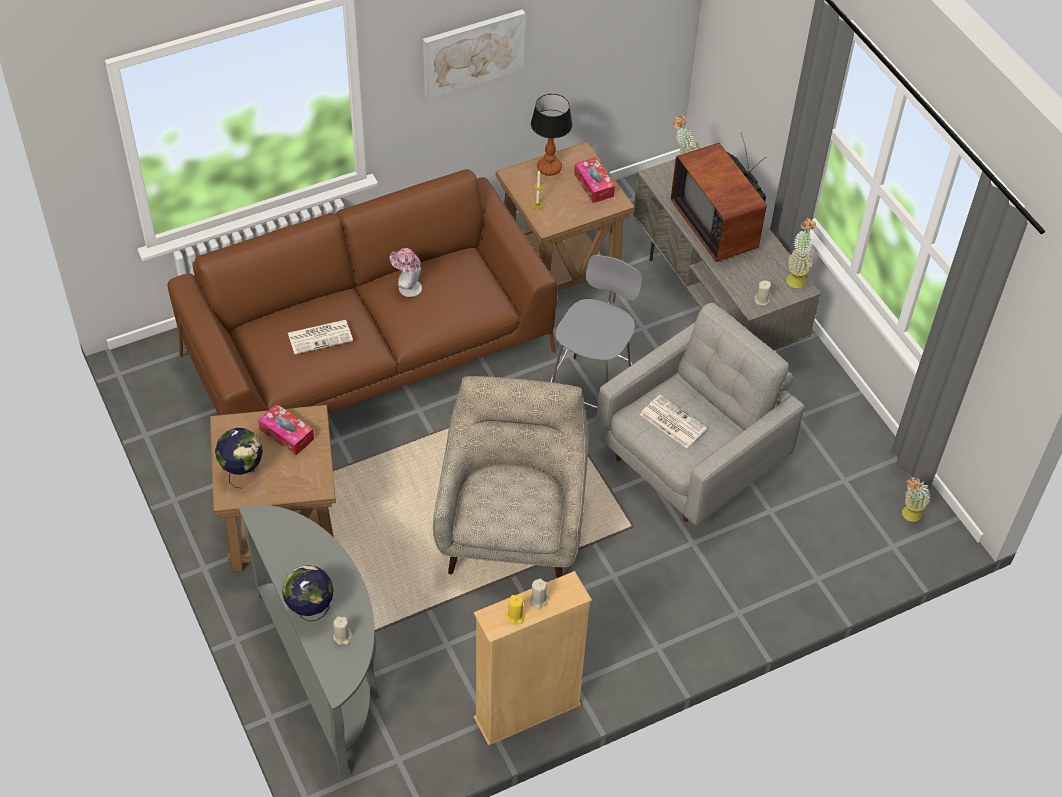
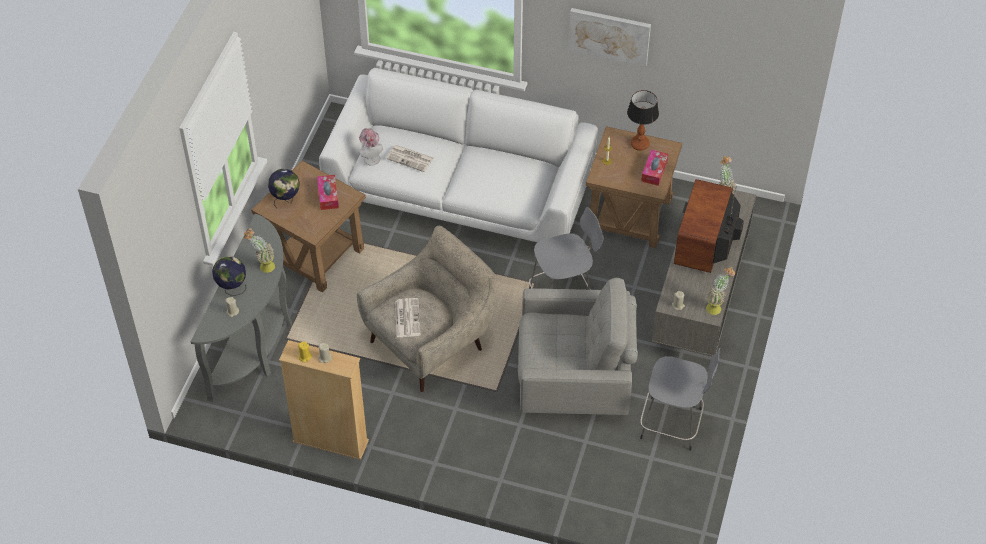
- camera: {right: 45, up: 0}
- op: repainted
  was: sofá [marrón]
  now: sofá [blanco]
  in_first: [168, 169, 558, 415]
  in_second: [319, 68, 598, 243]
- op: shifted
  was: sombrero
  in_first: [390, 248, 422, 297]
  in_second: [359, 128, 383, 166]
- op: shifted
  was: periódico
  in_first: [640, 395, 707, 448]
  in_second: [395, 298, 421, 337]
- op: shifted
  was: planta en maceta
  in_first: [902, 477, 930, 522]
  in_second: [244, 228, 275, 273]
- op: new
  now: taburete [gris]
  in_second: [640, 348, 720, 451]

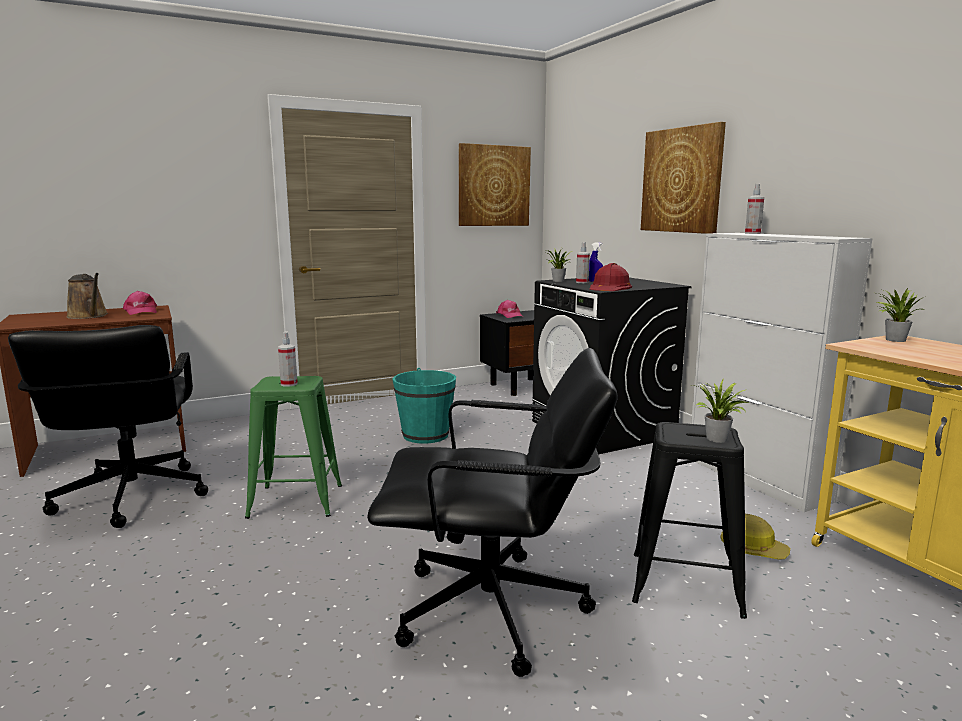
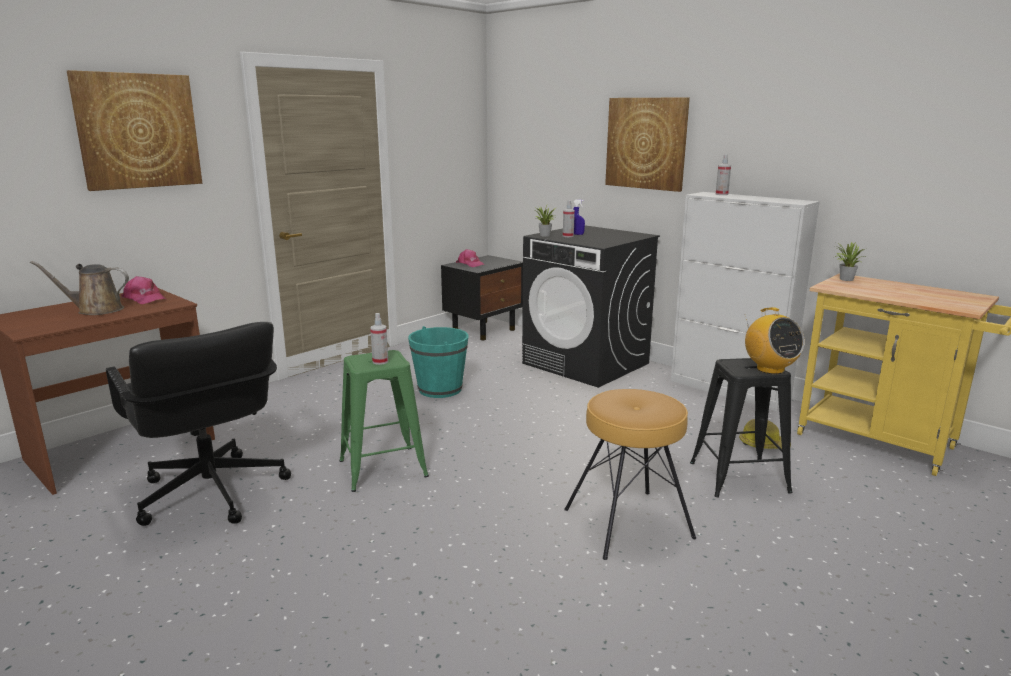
- camera: {right: -20, up: 5}
- op: shifted
  was: cuadro
  in_first: [459, 143, 531, 226]
  in_second: [67, 70, 202, 191]
- op: gone
  was: casco [rojo]
  in_first: [590, 263, 632, 291]
- op: rotated
  was: regadera [marrón]
  in_first: [66, 273, 108, 319]
  in_second: [30, 261, 129, 315]
  clockwise: 150
- op: swapped
  was: silla de oficina [negro]
  now: taburete [marrón]
  in_first: [367, 348, 618, 677]
  in_second: [564, 389, 696, 560]
- op: swapped
  was: planta en maceta
  now: radio
  in_first: [692, 380, 748, 443]
  in_second: [745, 307, 805, 374]

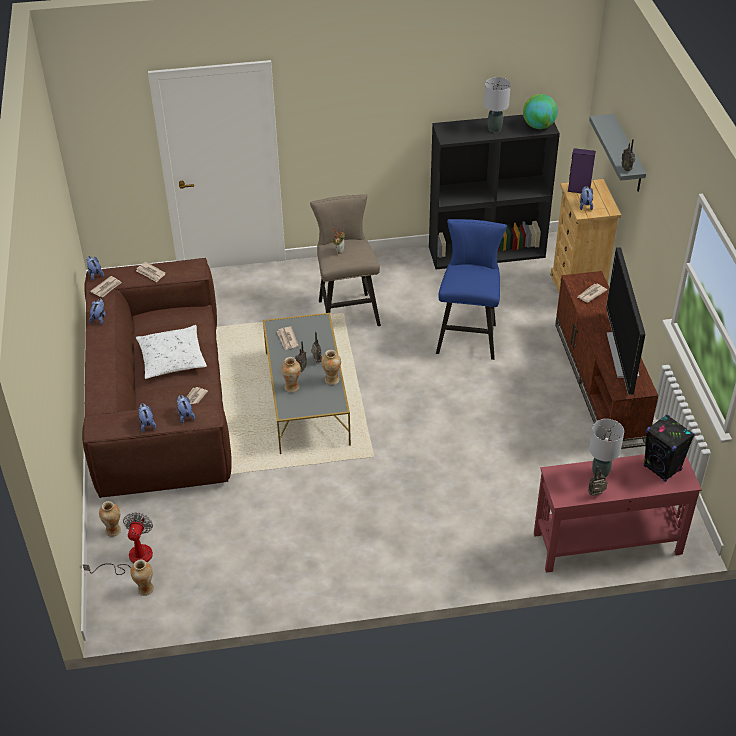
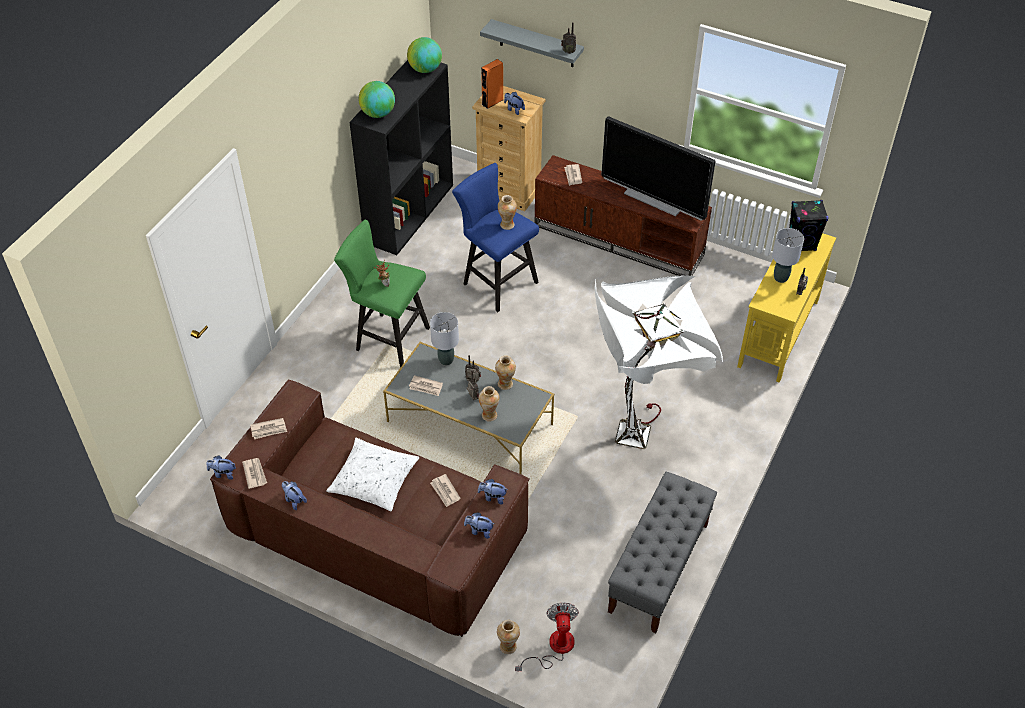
- camera: {right: -55, up: 5}
- op: shifted
  was: lámpara de mesa [gris]
  in_first: [484, 77, 511, 132]
  in_second: [430, 312, 459, 365]
- op: repainted
  was: altavoz [morado]
  now: altavoz [naranja]
  in_first: [568, 148, 596, 193]
  in_second: [481, 59, 503, 109]
- op: repainted
  was: taburete [beis]
  now: taburete [verde]
  in_first: [310, 194, 381, 326]
  in_second: [334, 220, 430, 368]
- op: repainted
  was: mesa consola [rojo]
  now: mesa consola [amarillo]
  in_first: [534, 454, 702, 573]
  in_second: [737, 233, 836, 383]
- op: rotated
  was: ventilador
  in_first: [83, 512, 153, 575]
  in_second: [515, 602, 579, 672]
  clockwise: 45
- op: shifted
  was: florero
  in_first: [130, 560, 154, 596]
  in_second: [498, 195, 517, 230]
- op: new
  now: globo terráqueo
  in_second: [359, 81, 395, 118]
- op: new
  now: lámpara de pie [blanco]
  in_second: [595, 275, 723, 449]
- op: new
  now: banco [gris]
  in_second: [608, 472, 717, 633]

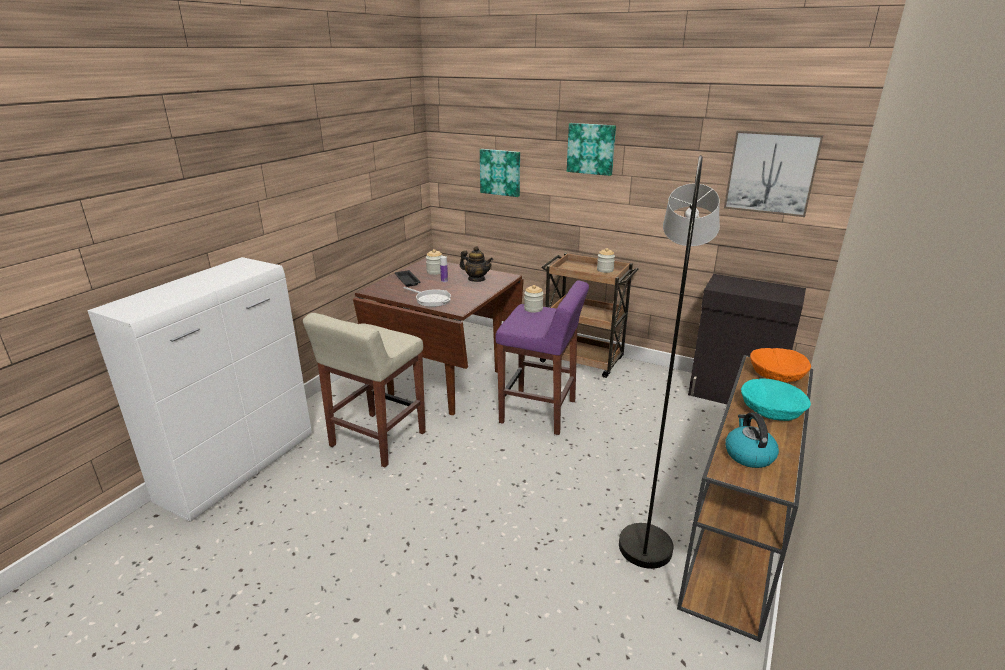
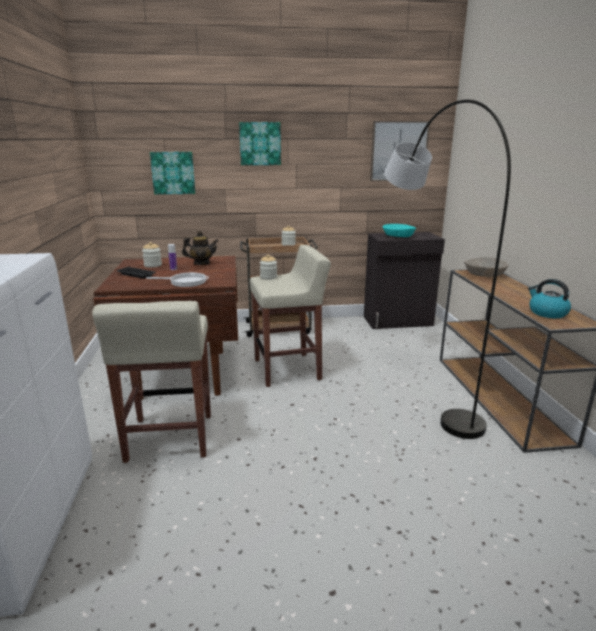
- camera: {right: -35, up: -5}
- op: repainted
  was: taburete [morado]
  now: taburete [beis]
  in_first: [495, 281, 589, 435]
  in_second: [250, 245, 331, 387]
- op: repainted
  was: cuenco [naranja]
  now: cuenco [beis]
  in_first: [750, 348, 811, 382]
  in_second: [464, 257, 508, 277]
- op: shifted
  was: cuenco [turquesa]
  in_first: [741, 379, 811, 421]
  in_second: [383, 224, 416, 237]

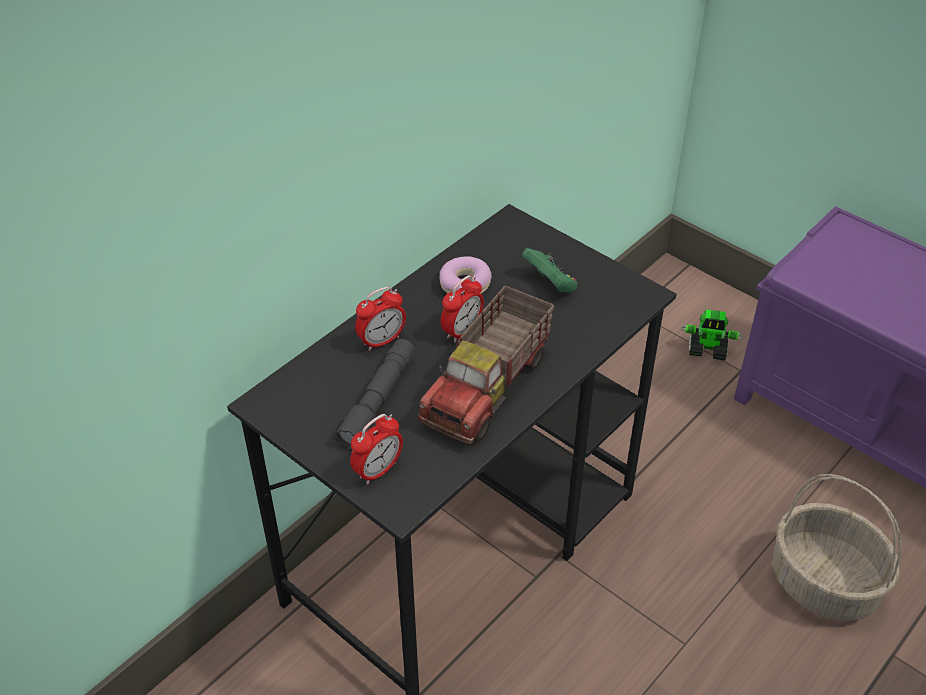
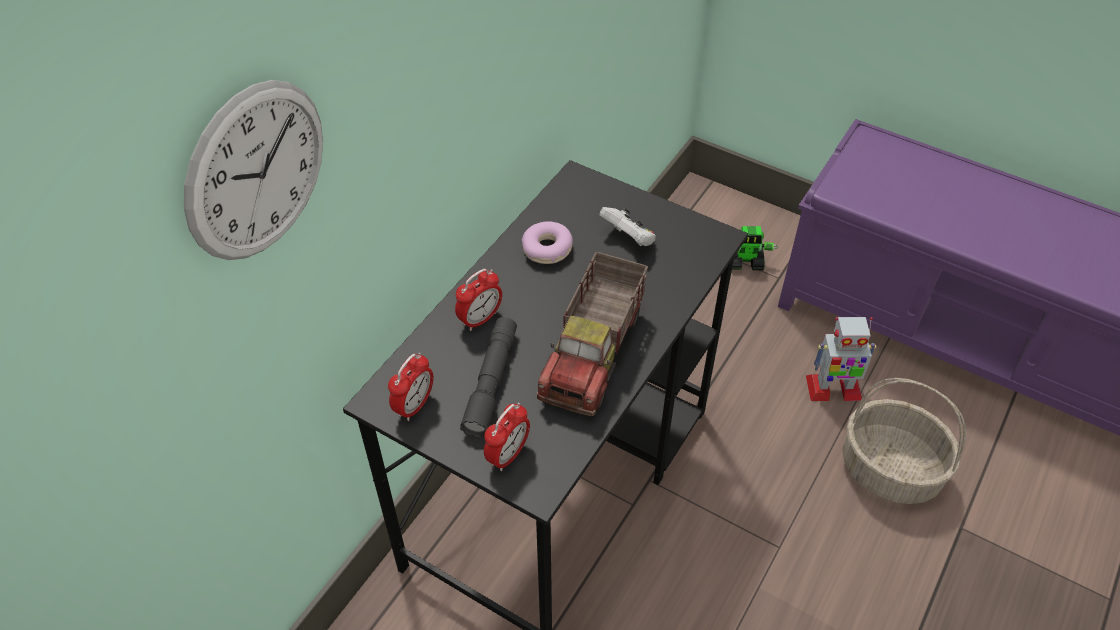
- camera: {right: -10, up: 5}
- op: repainted
  was: mando de consola [verde]
  now: mando de consola [blanco]
  in_first: [522, 248, 577, 293]
  in_second: [599, 207, 656, 246]
- op: shifted
  was: despertador
  in_first: [441, 275, 484, 343]
  in_second: [388, 353, 433, 421]
- op: new
  now: reloj de pared
  in_second: [184, 80, 323, 260]
- op: new
  now: robot de juguete
  in_second: [806, 317, 876, 401]

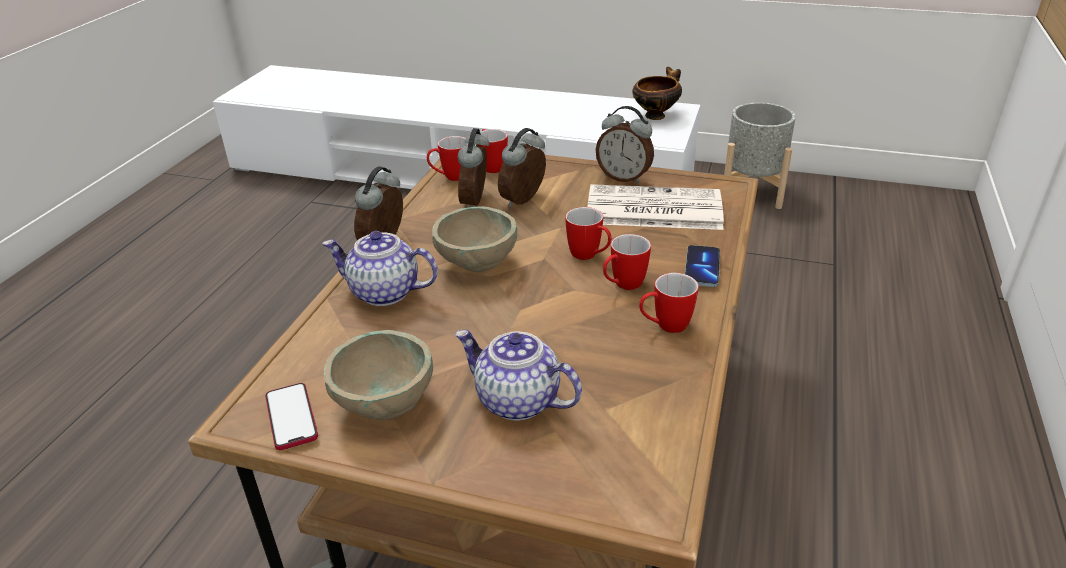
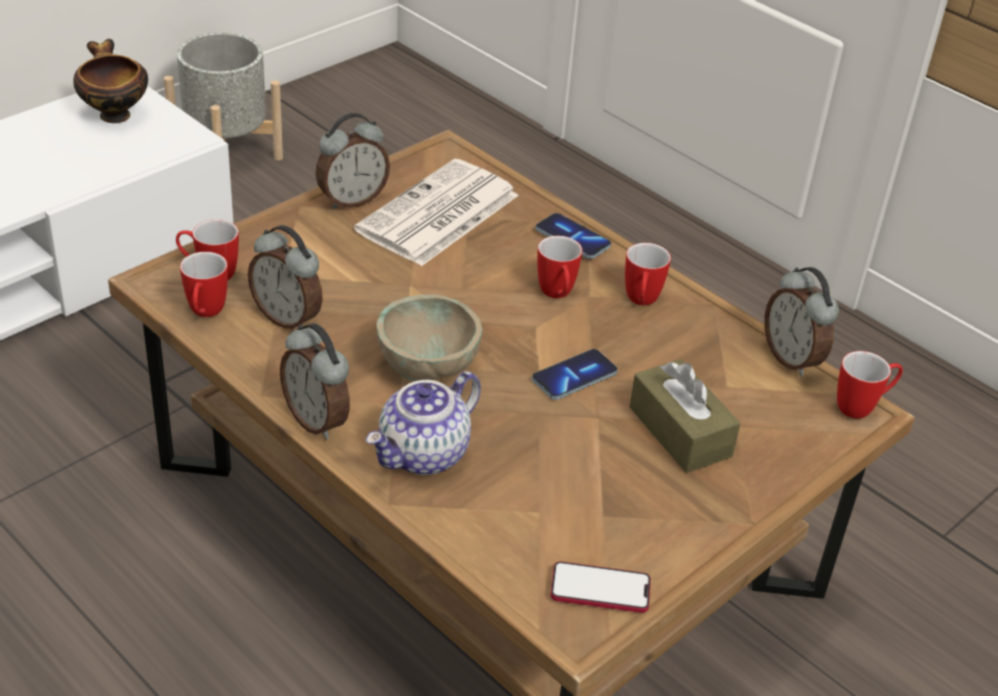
- camera: {right: -65, up: 5}
- op: shifted
  was: despertador
  in_first: [498, 128, 546, 208]
  in_second: [764, 267, 839, 376]
- op: shifted
  was: taza grande
  in_first: [565, 207, 611, 260]
  in_second: [837, 351, 903, 419]
- op: gone
  was: cuenco [beis]
  in_first: [324, 330, 433, 420]
- op: swapped
  was: tetera
  now: caja de pañuelos [marrón]
  in_first: [455, 330, 582, 421]
  in_second: [629, 359, 740, 473]
- op: new
  now: móvil
  in_second: [532, 349, 618, 400]

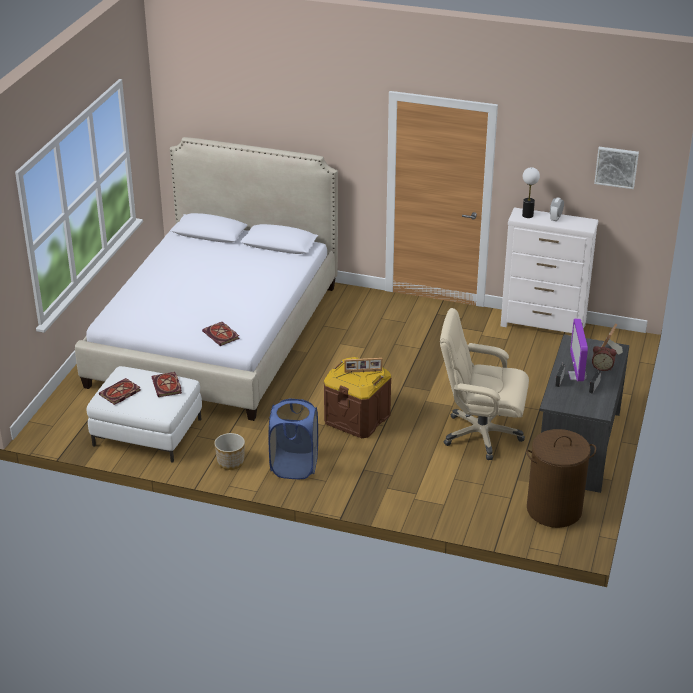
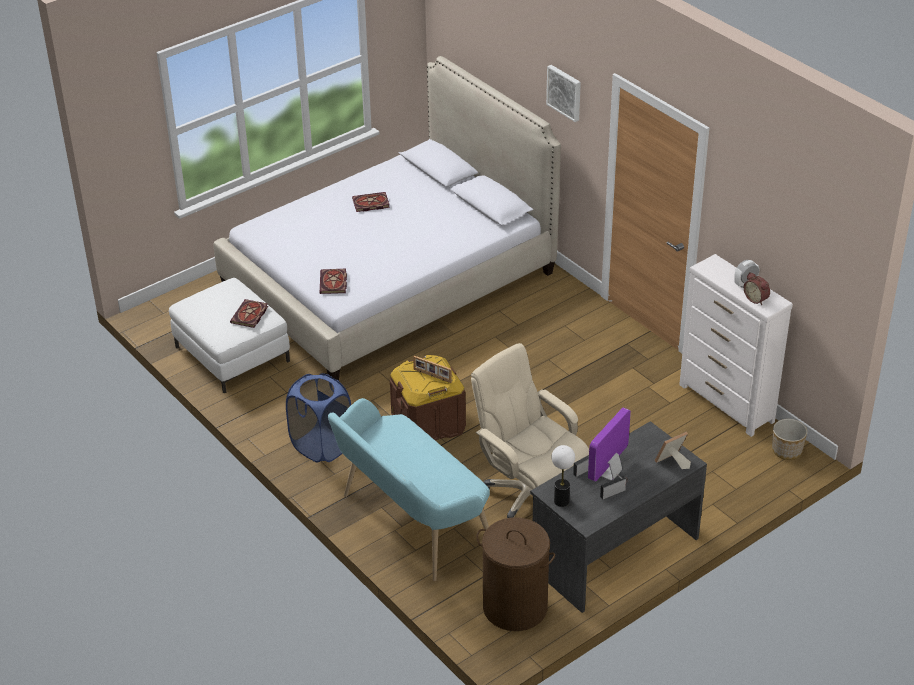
- camera: {right: 35, up: 5}
- op: shifted
  was: cuadro
  in_first: [594, 147, 639, 189]
  in_second: [546, 65, 581, 122]
- op: shifted
  was: lámpara de mesa
  in_first: [522, 167, 540, 218]
  in_second: [552, 445, 575, 507]
- op: shifted
  was: despertador
  in_first: [592, 346, 616, 371]
  in_second: [744, 272, 770, 305]
- op: shifted
  was: libro
  in_first: [99, 378, 141, 405]
  in_second: [352, 192, 390, 212]
- op: shifted
  was: maceta
  in_first: [214, 433, 245, 470]
  in_second: [772, 419, 807, 460]
- op: new
  now: banco [turquesa]
  in_second: [328, 398, 490, 581]

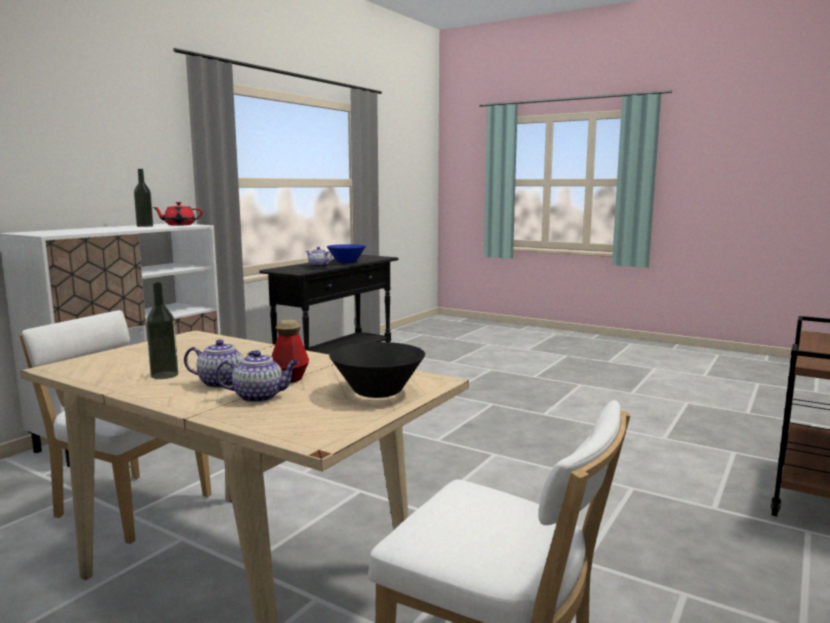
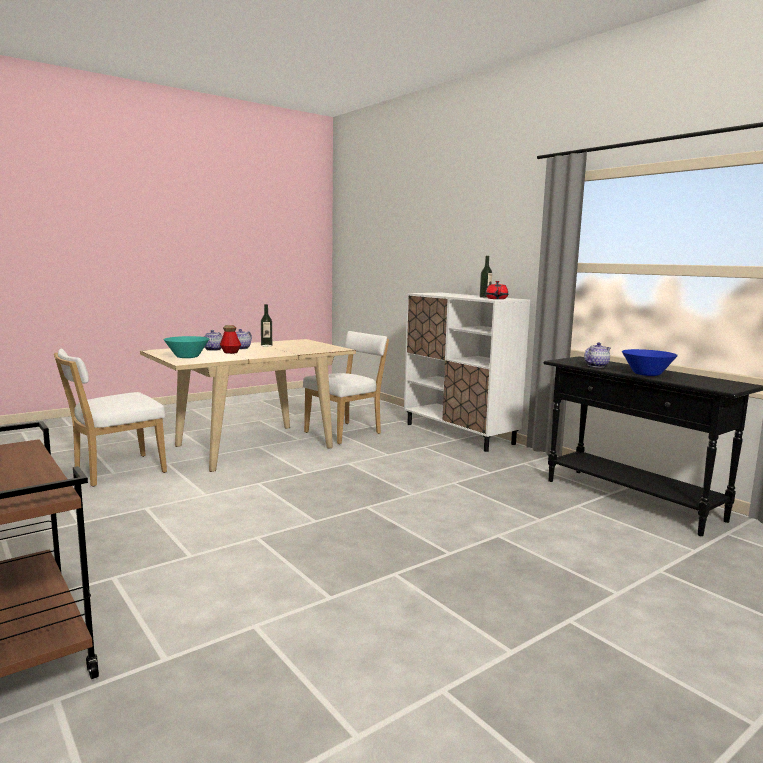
- camera: {right: 110, up: 0}
- op: repainted
  was: cuenco [negro]
  now: cuenco [turquesa]
  in_first: [329, 342, 425, 398]
  in_second: [164, 336, 209, 358]

